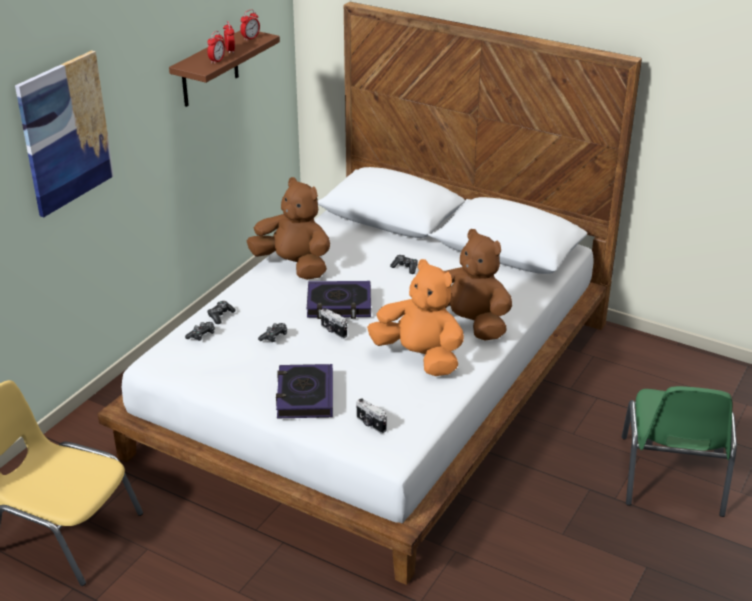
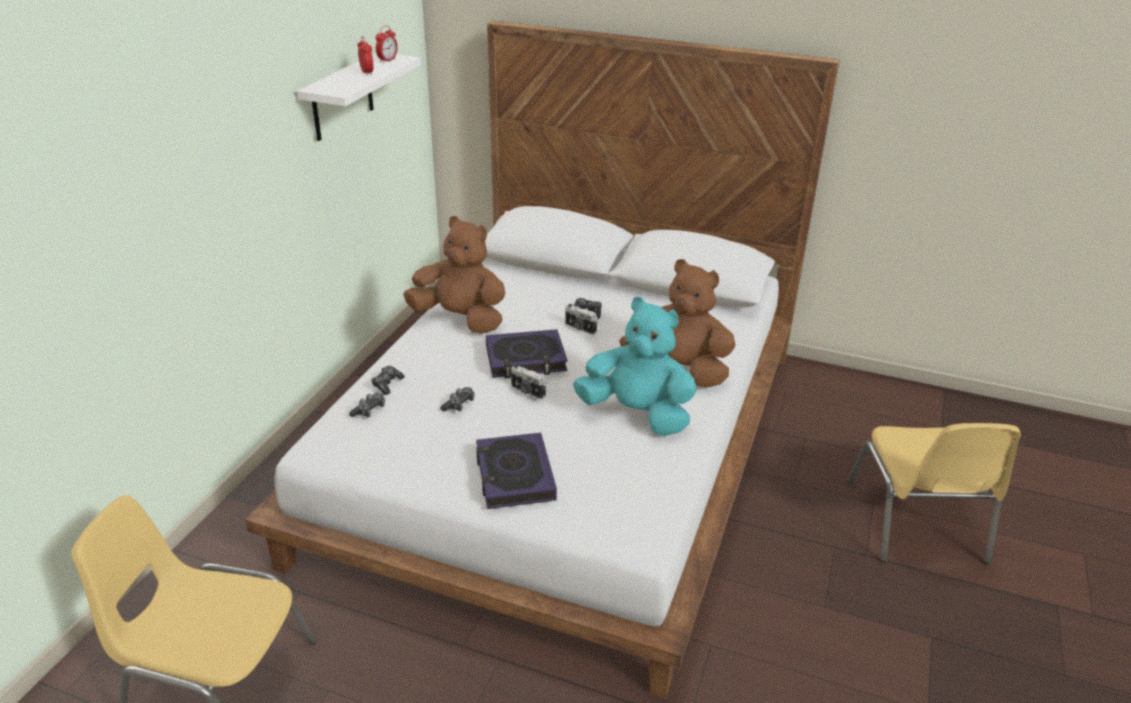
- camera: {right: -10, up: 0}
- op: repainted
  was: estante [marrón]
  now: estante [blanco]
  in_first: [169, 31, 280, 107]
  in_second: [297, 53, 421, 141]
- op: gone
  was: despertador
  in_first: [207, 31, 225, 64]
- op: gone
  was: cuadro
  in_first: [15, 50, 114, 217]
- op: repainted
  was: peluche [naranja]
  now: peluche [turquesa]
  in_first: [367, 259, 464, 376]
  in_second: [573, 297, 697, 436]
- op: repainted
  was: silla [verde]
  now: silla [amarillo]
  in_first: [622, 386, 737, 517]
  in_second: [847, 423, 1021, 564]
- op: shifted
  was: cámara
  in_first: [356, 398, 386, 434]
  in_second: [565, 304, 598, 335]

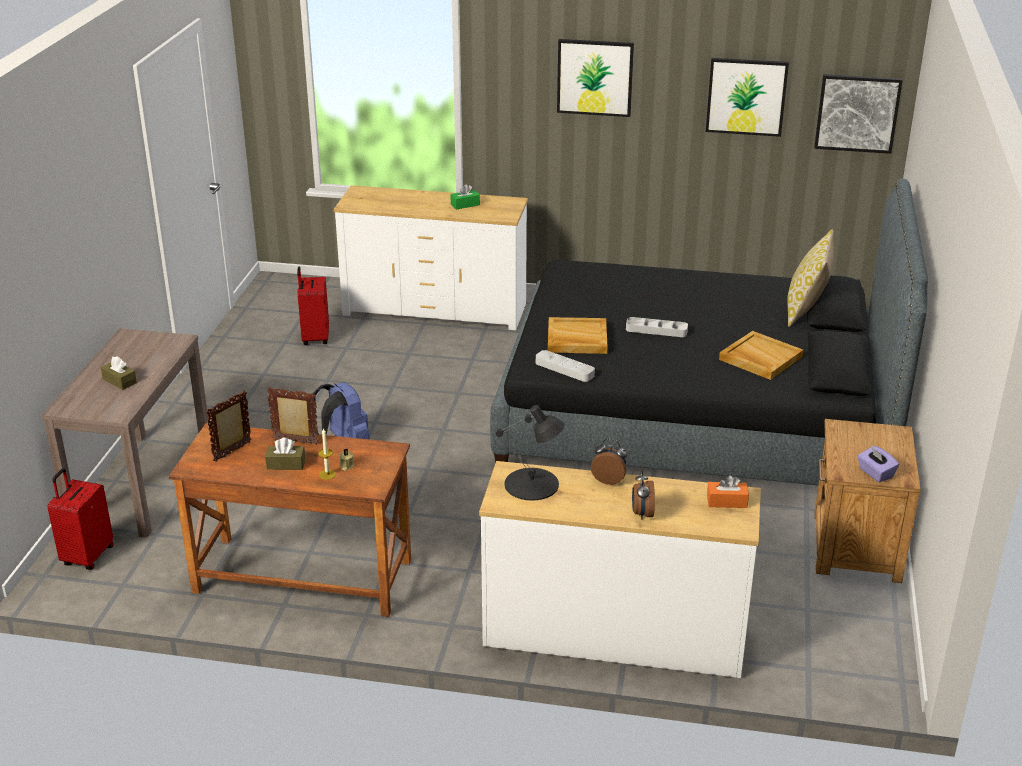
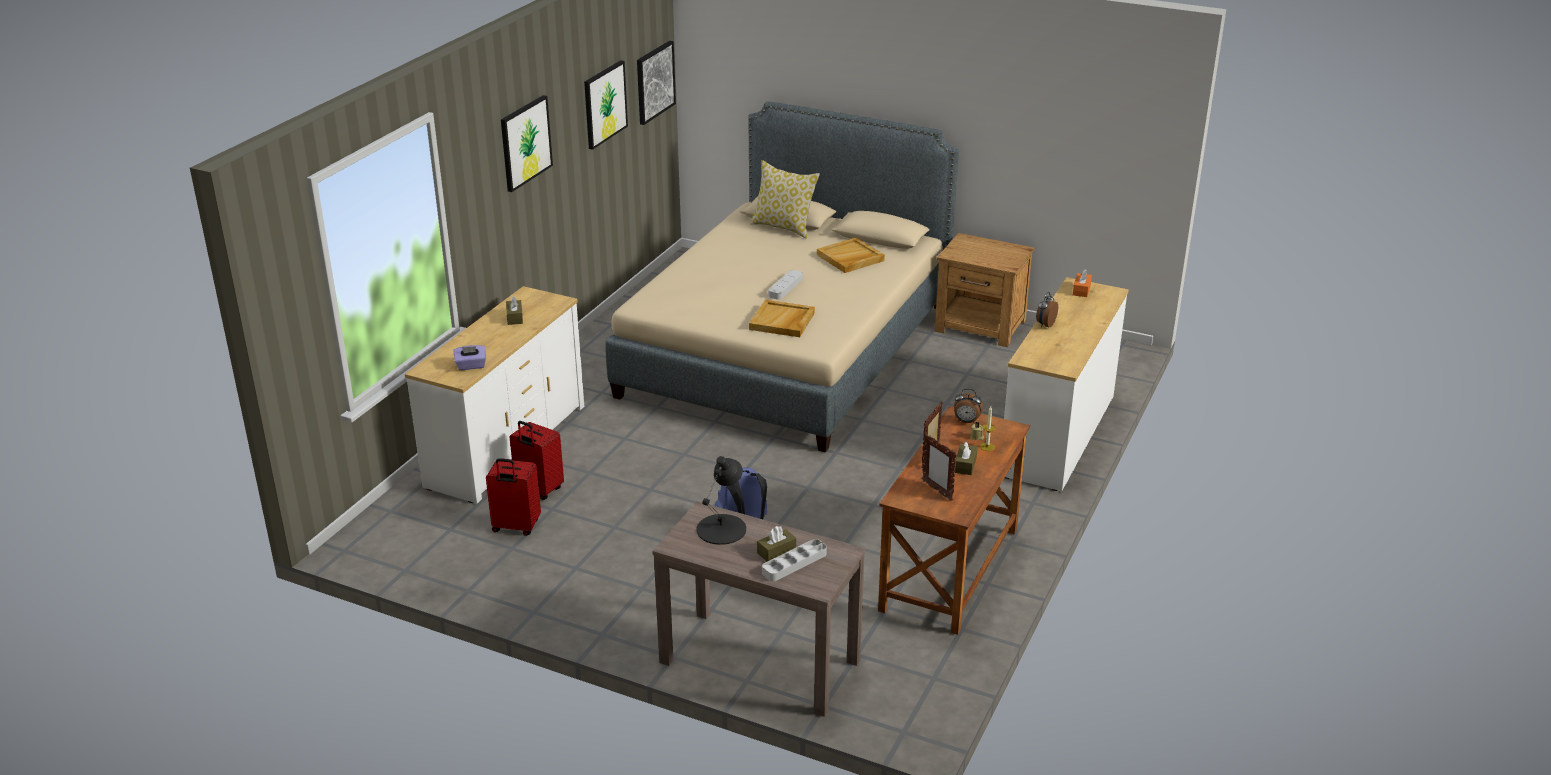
- camera: {right: -75, up: 0}
- op: repainted
  was: cama [negro]
  now: cama [beis]
  in_first: [490, 179, 928, 485]
  in_second: [606, 102, 959, 452]
- op: repainted
  was: caja de pañuelos [verde]
  now: caja de pañuelos [marrón]
  in_first: [450, 184, 480, 210]
  in_second: [506, 296, 523, 325]
- op: shifted
  was: bandeja [gris]
  in_first: [536, 350, 595, 382]
  in_second: [762, 539, 827, 581]
- op: shifted
  was: lámpara de mesa [negro]
  in_first: [496, 405, 565, 501]
  in_second: [697, 456, 746, 545]
- op: shifted
  was: caja de pañuelos [morado]
  in_first: [857, 446, 899, 482]
  in_second: [453, 345, 486, 370]
- op: shifted
  was: maleta [rojo]
  in_first: [47, 468, 114, 570]
  in_second: [510, 421, 564, 500]
- op: shifted
  was: despertador
  in_first: [632, 471, 655, 520]
  in_second: [954, 389, 983, 423]

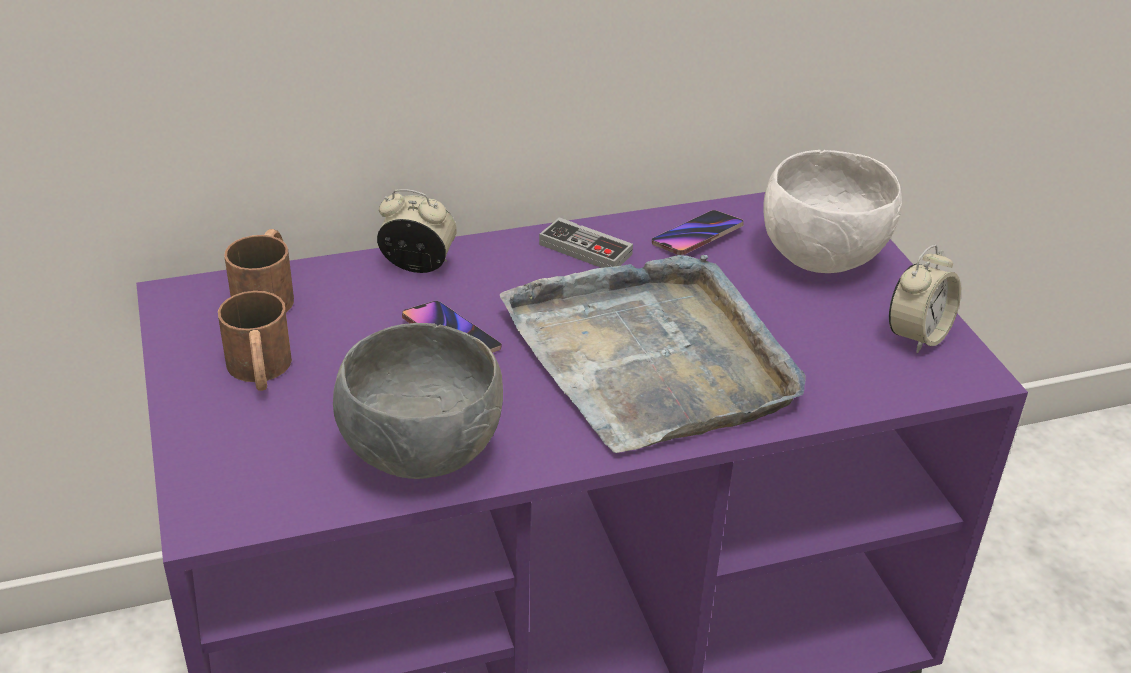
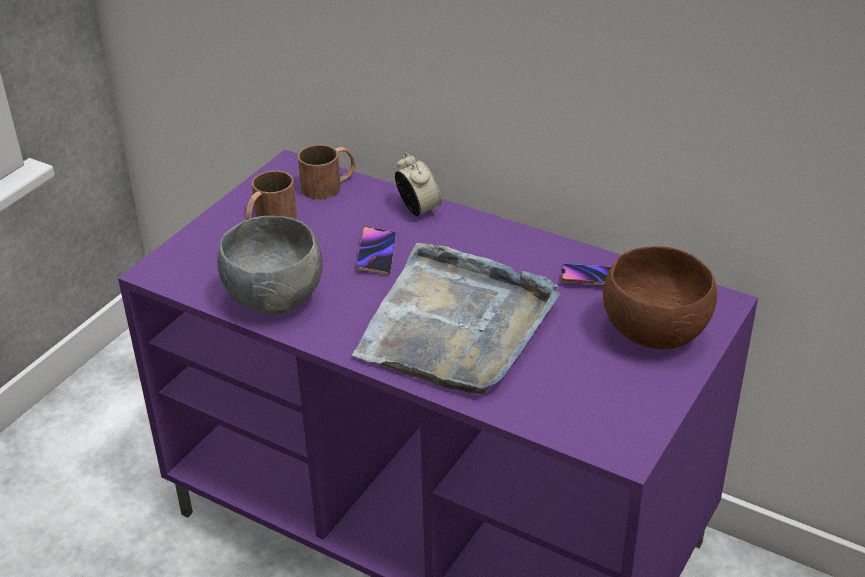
- camera: {right: 50, up: 0}
- op: repainted
  was: cuenco [blanco]
  now: cuenco [marrón]
  in_first: [763, 150, 902, 273]
  in_second: [603, 246, 717, 349]
- op: gone
  was: mando de consola
  in_first: [539, 217, 633, 268]
- op: gone
  was: despertador
  in_first: [889, 245, 961, 354]

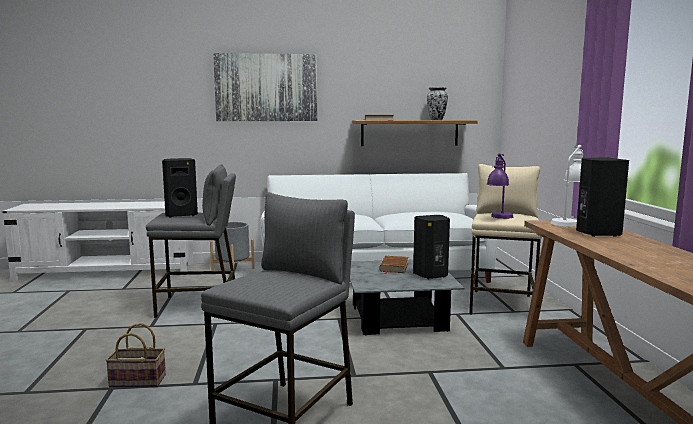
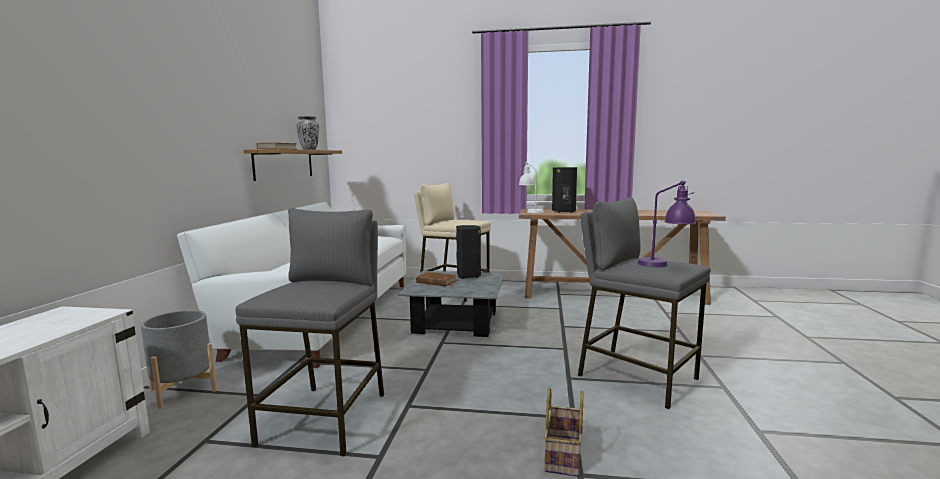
- camera: {right: -75, up: 0}
- op: gone
  was: cuadro
  in_first: [213, 53, 318, 121]
- op: shifted
  was: lámpara de mesa [morado]
  in_first: [487, 153, 513, 219]
  in_second: [638, 181, 696, 267]
- op: gone
  was: altavoz [negro]
  in_first: [162, 158, 198, 218]

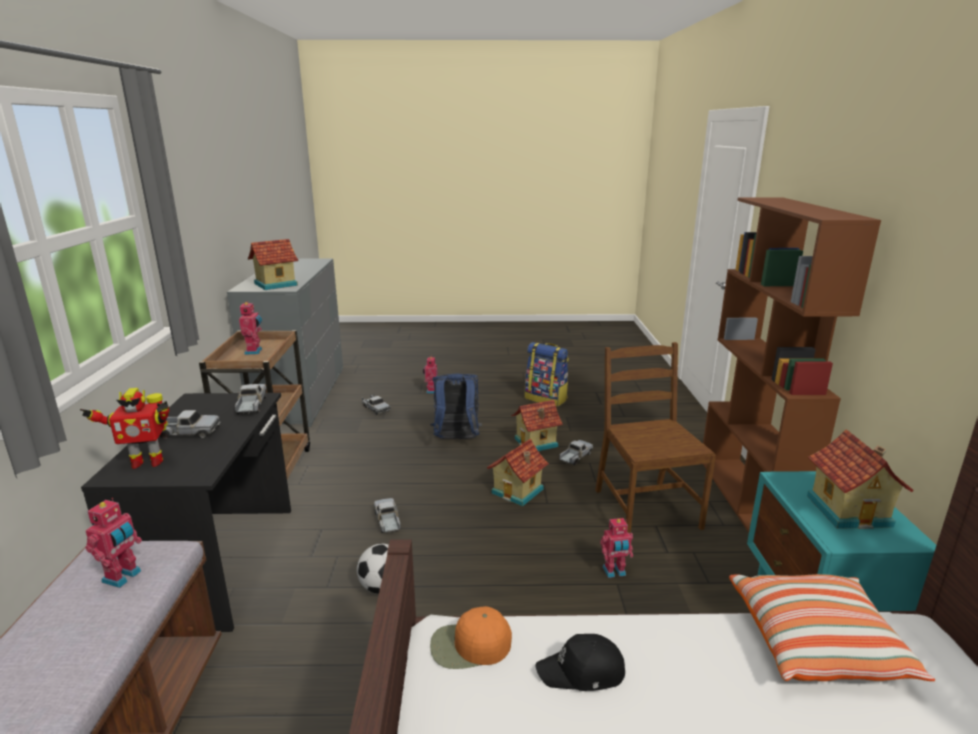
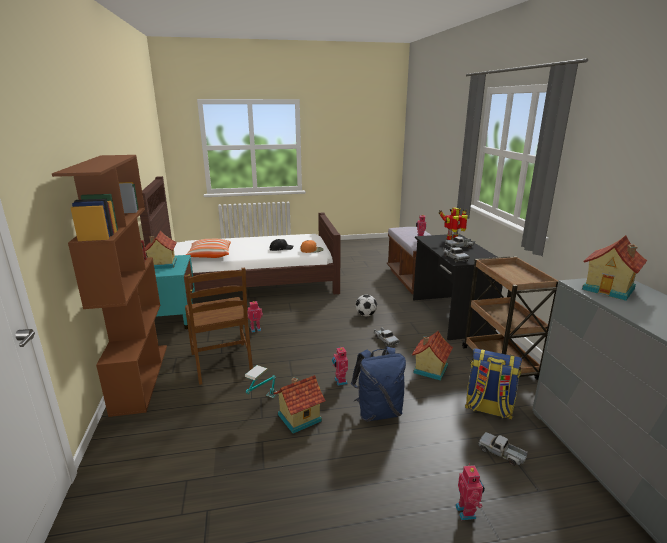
- camera: {right: 170, up: 0}
- op: shifted
  was: robot de juguete
  in_first: [239, 301, 262, 355]
  in_second: [332, 347, 348, 386]
- op: shifted
  was: mochila
  in_first: [525, 342, 569, 407]
  in_second: [465, 348, 522, 420]
- op: shifted
  was: casita
  in_first: [487, 438, 549, 506]
  in_second: [412, 331, 453, 381]
- op: swapped
  was: camión de juguete
  now: lámpara de mesa
  in_first: [559, 440, 593, 465]
  in_second: [245, 365, 278, 399]

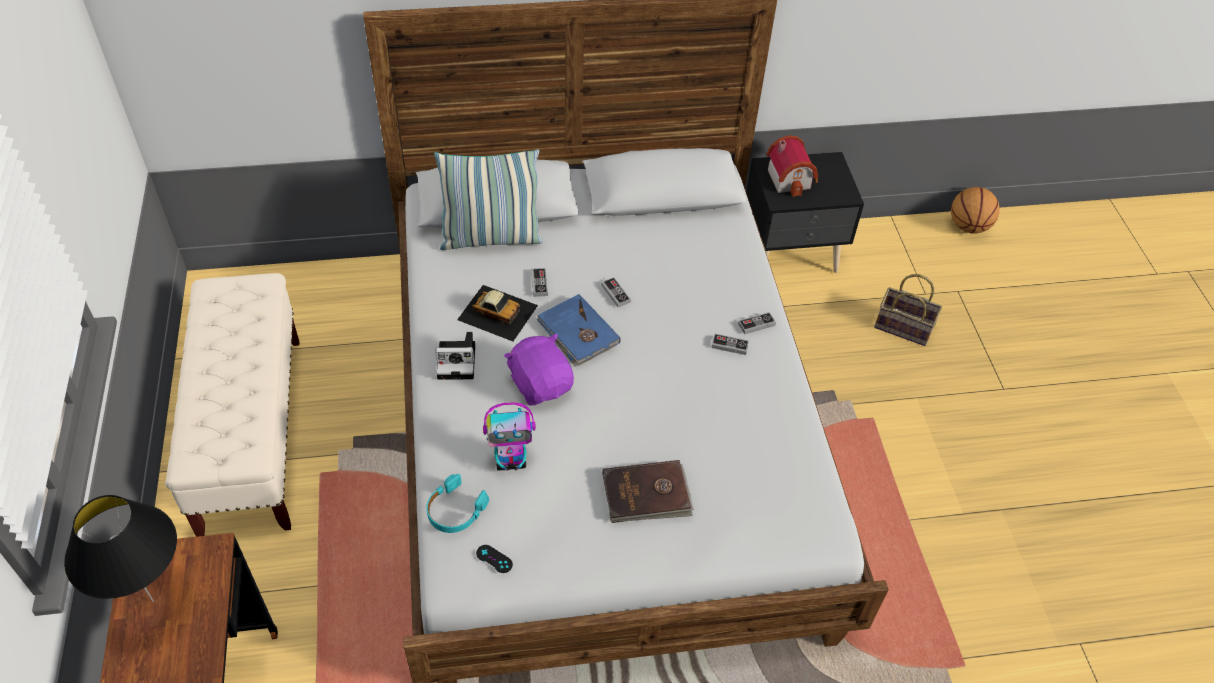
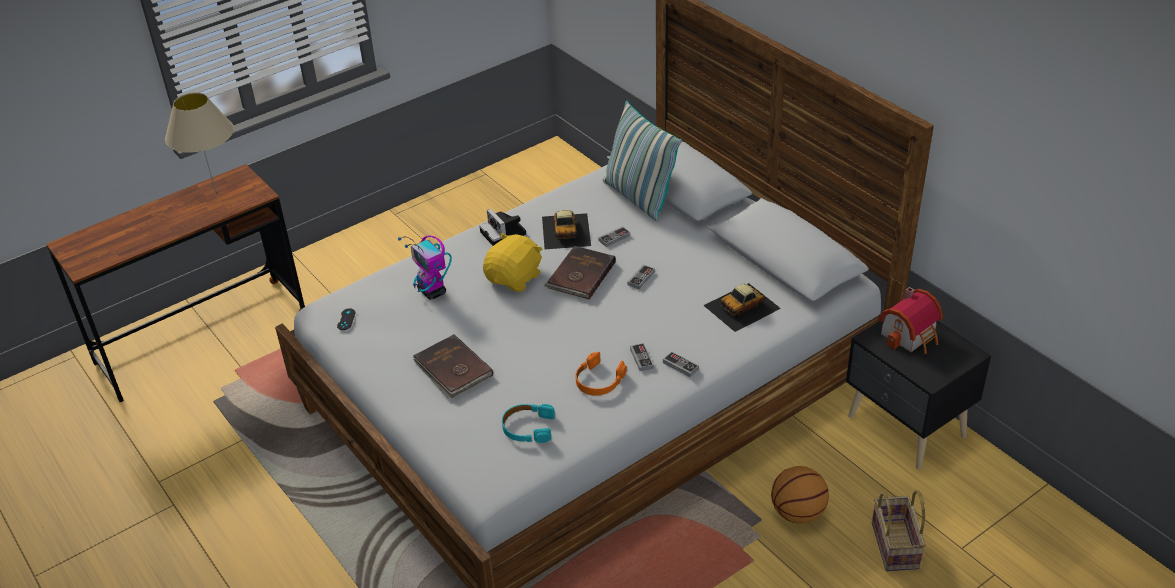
- camera: {right: 65, up: -10}
- op: shifted
  was: balón de baloncesto
  in_first: [951, 187, 1000, 233]
  in_second: [771, 466, 829, 524]
- op: gone
  was: banco [beis]
  in_first: [165, 273, 299, 537]
- op: repainted
  was: libro [azul]
  now: libro [marrón]
  in_first: [537, 294, 621, 367]
  in_second: [544, 246, 616, 299]
- op: repainted
  was: peluche [morado]
  now: peluche [amarillo]
  in_first: [504, 333, 574, 406]
  in_second: [483, 233, 543, 292]
- op: shifted
  was: auriculares [turquesa]
  in_first: [427, 474, 489, 533]
  in_second: [502, 404, 555, 443]
- op: repainted
  was: lámpara de mesa [negro]
  now: lámpara de mesa [beis]
  in_first: [64, 495, 177, 602]
  in_second: [165, 92, 234, 192]
- op: new
  now: coche de juguete
  in_second: [703, 283, 781, 332]
- op: new
  now: auriculares [naranja]
  in_second: [575, 351, 627, 396]

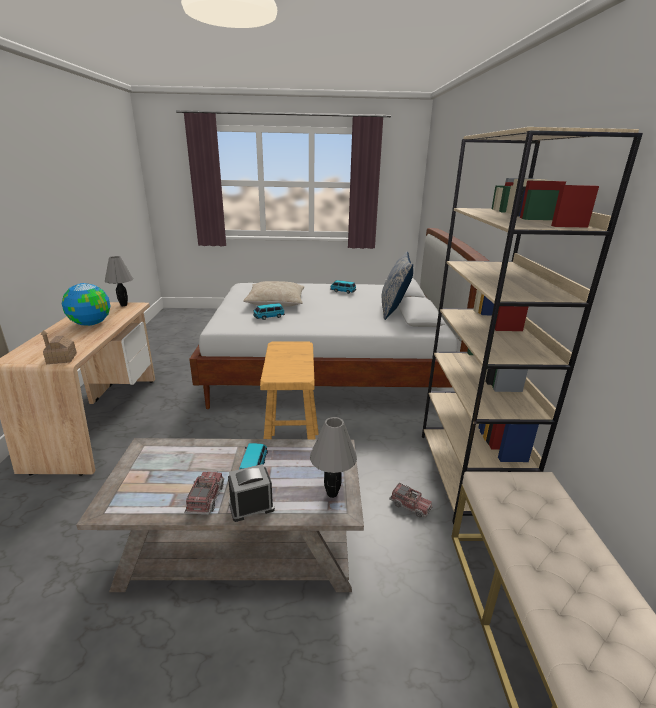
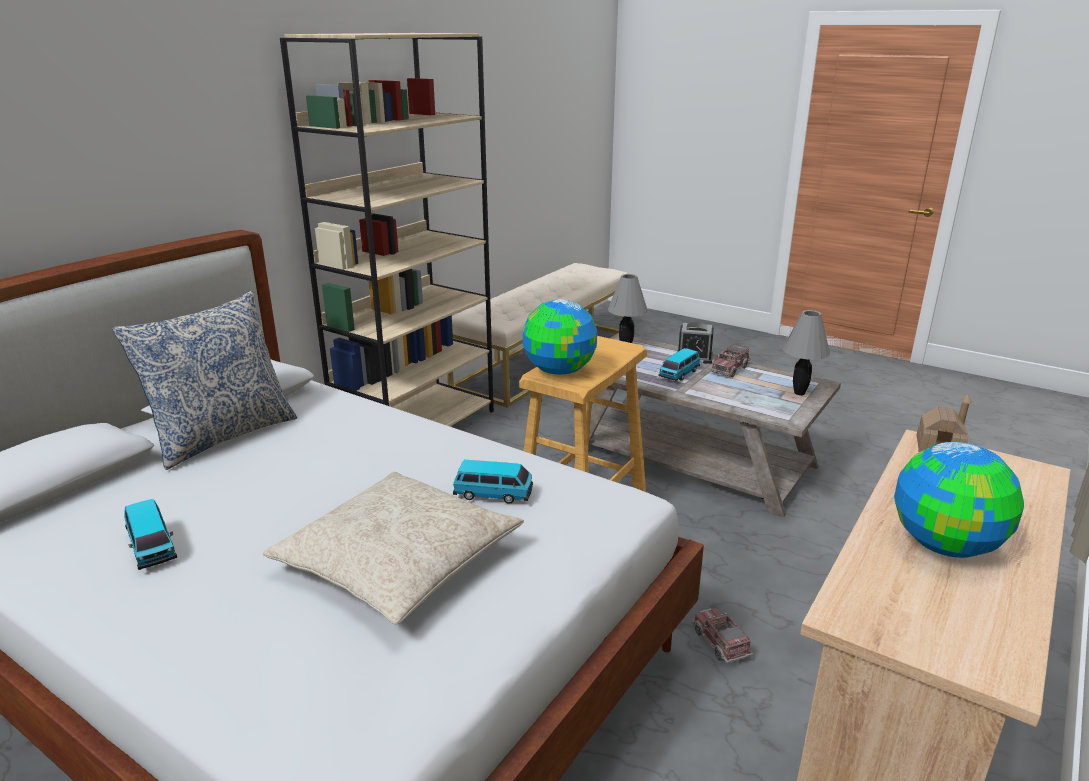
- camera: {right: -145, up: 0}
- op: shifted
  was: lámpara de mesa [gris]
  in_first: [105, 256, 133, 306]
  in_second: [783, 310, 830, 395]
- op: shifted
  was: camión de juguete
  in_first: [389, 483, 433, 518]
  in_second: [693, 608, 753, 663]
- op: new
  now: globo terráqueo
  in_second: [523, 299, 597, 375]

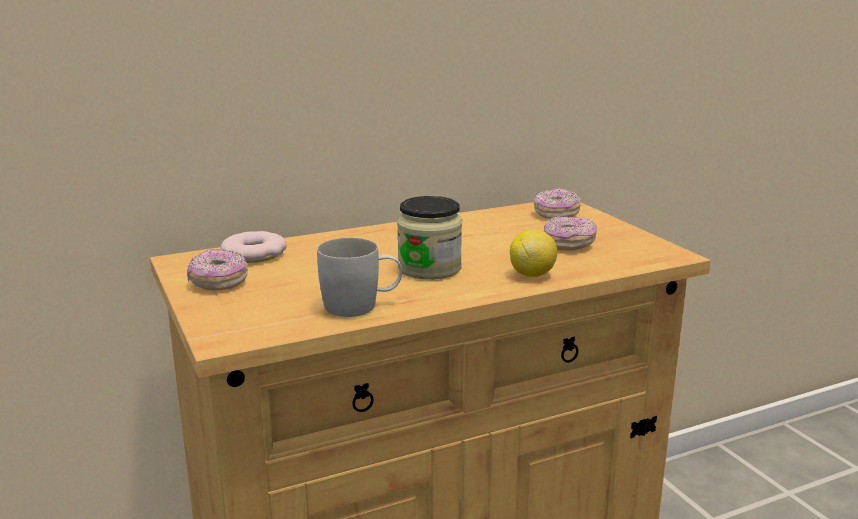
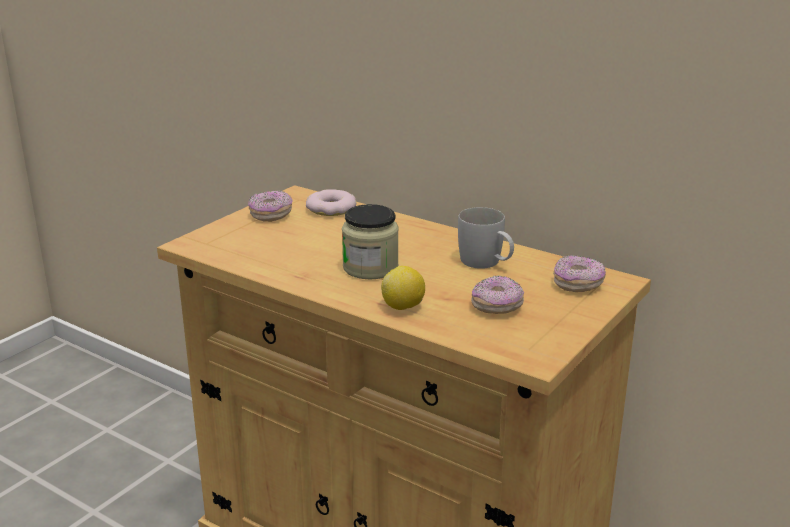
- camera: {right: 60, up: 5}
- op: shifted
  was: taza grande [blanco]
  in_first: [317, 238, 402, 317]
  in_second: [458, 207, 514, 269]

